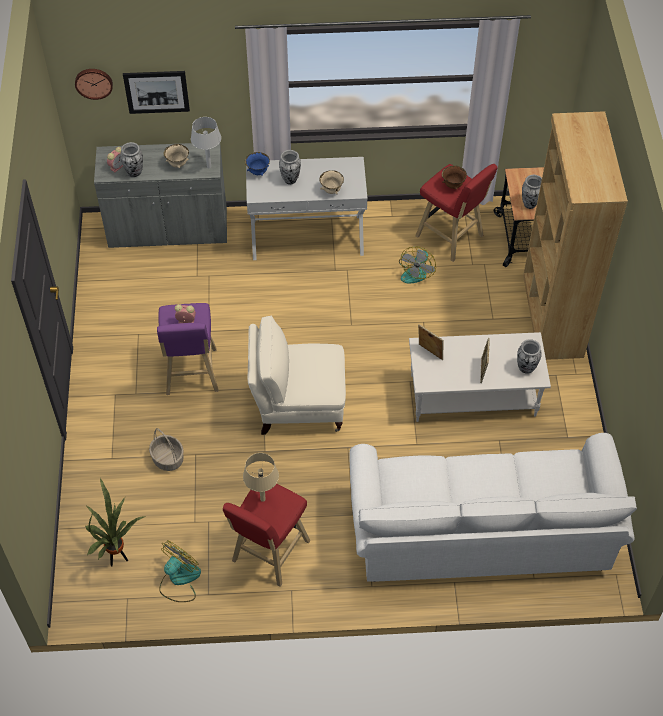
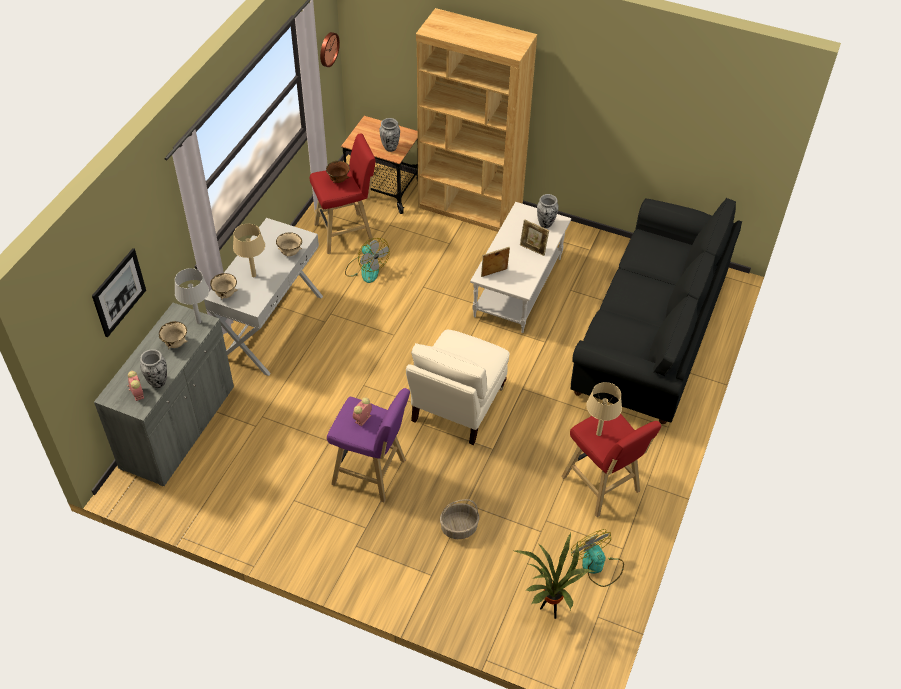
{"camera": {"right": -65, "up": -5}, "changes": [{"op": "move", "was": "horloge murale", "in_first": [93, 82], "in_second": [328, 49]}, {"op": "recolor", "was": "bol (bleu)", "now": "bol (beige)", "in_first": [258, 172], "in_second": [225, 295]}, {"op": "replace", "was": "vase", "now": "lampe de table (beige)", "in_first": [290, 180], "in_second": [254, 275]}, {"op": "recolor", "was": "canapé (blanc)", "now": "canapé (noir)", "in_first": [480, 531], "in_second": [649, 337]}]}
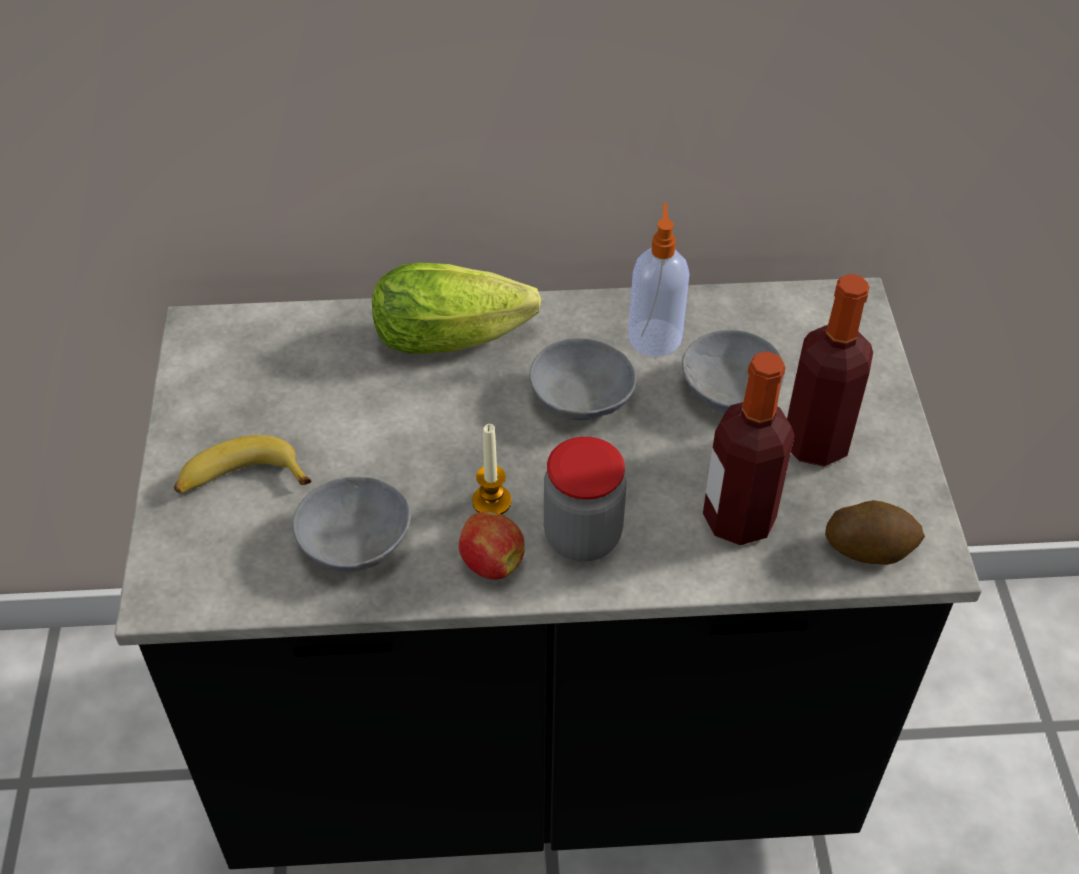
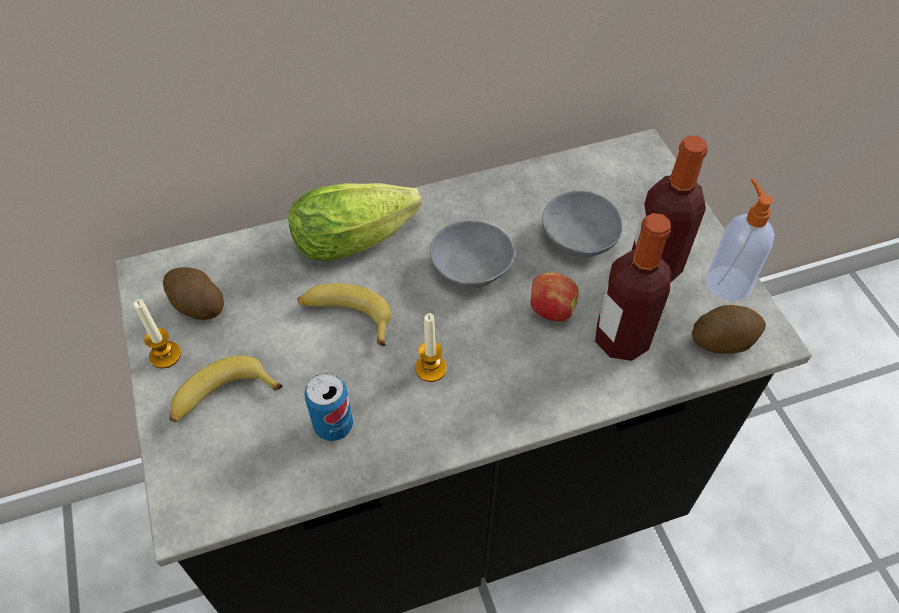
{"camera": {"right": -15, "up": 5}, "changes": [{"op": "replace", "was": "bol (gris)", "now": "boîte métallique", "in_first": [356, 538], "in_second": [333, 425]}, {"op": "move", "was": "pomme", "in_first": [491, 562], "in_second": [550, 309]}, {"op": "delete", "was": "bocal", "in_first": [582, 536]}, {"op": "move", "was": "distributeur de savon", "in_first": [655, 336], "in_second": [727, 282]}, {"op": "insert", "now": "bougie", "in_second": [165, 355]}, {"op": "insert", "now": "pomme de terre", "in_second": [197, 305]}, {"op": "insert", "now": "banane", "in_second": [346, 316]}]}
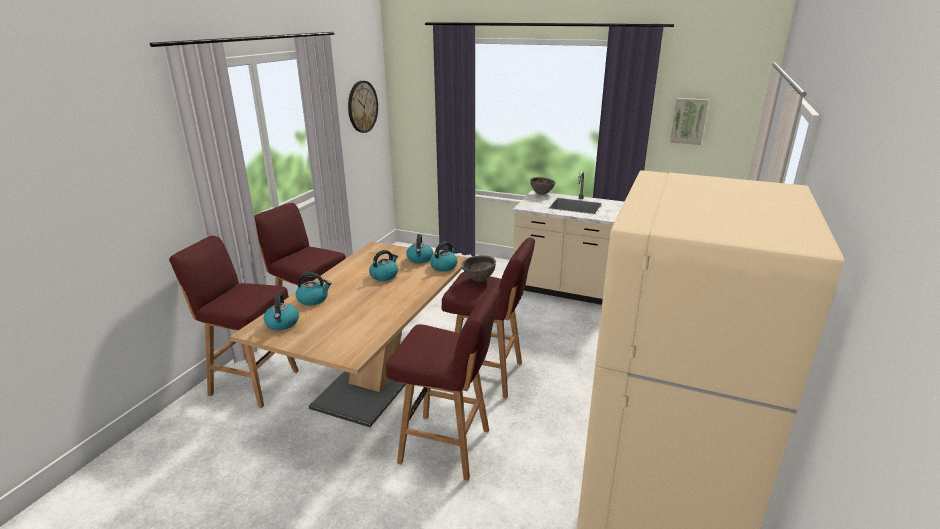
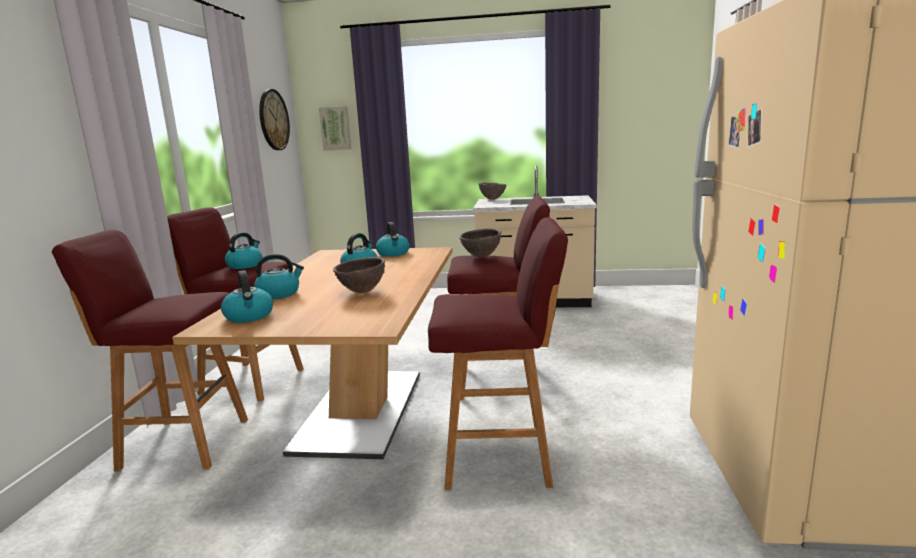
{"camera": {"right": -15, "up": -10}, "changes": [{"op": "move", "was": "bouilloire", "in_first": [444, 266], "in_second": [245, 265]}, {"op": "move", "was": "tableau", "in_first": [689, 121], "in_second": [335, 128]}, {"op": "insert", "now": "bol (marron)", "in_second": [362, 292]}]}
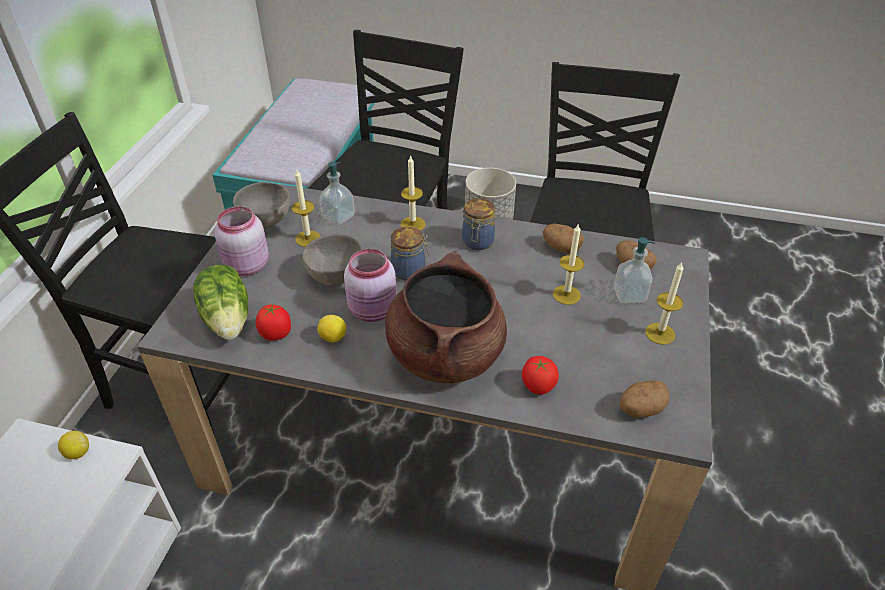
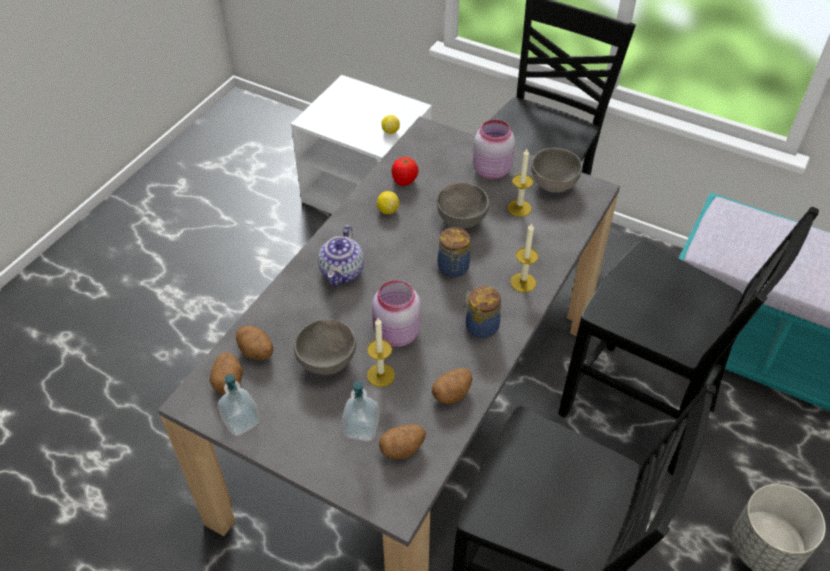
{"camera": {"right": 105, "up": 5}, "changes": [{"op": "delete", "was": "laitue", "in_first": [228, 318]}, {"op": "move", "was": "distributeur de savon", "in_first": [338, 217], "in_second": [241, 421]}, {"op": "move", "was": "bocal (rose)", "in_first": [374, 310], "in_second": [396, 334]}, {"op": "replace", "was": "marmite (marron)", "now": "théière", "in_first": [445, 354], "in_second": [342, 272]}, {"op": "delete", "was": "tomate", "in_first": [537, 386]}, {"op": "delete", "was": "bougie", "in_first": [660, 333]}, {"op": "insert", "now": "pomme de terre", "in_second": [257, 352]}, {"op": "insert", "now": "bol (gris)", "in_second": [328, 361]}]}
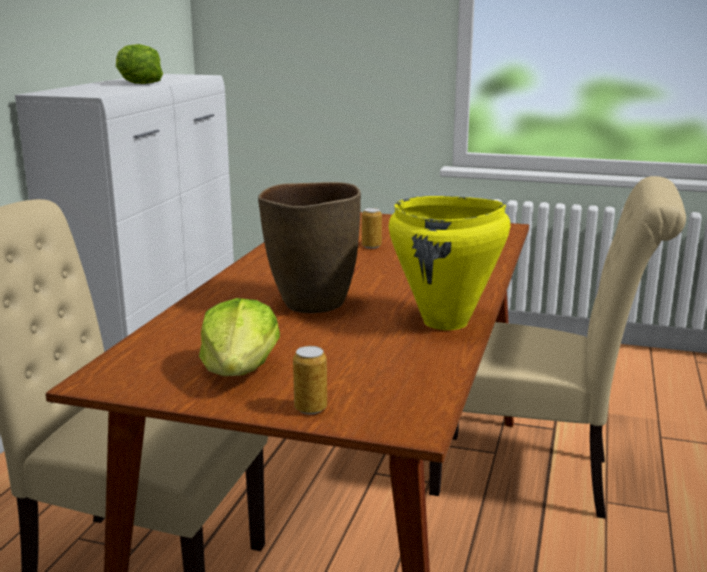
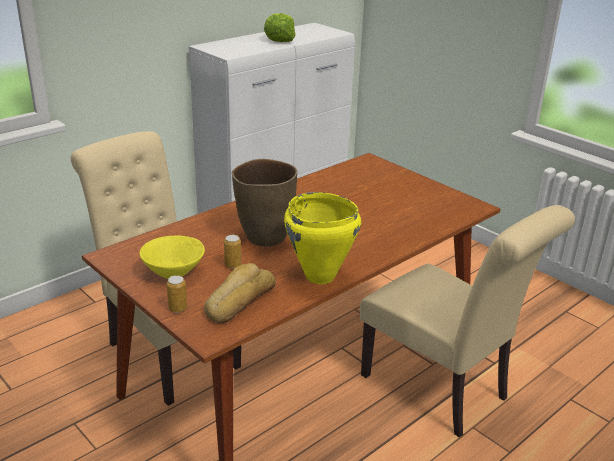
{"camera": {"right": 30, "up": 10}, "changes": [{"op": "replace", "was": "laitue", "now": "bol (jaune)", "in_first": [240, 370], "in_second": [174, 272]}, {"op": "move", "was": "boîte métallique", "in_first": [371, 246], "in_second": [232, 265]}, {"op": "insert", "now": "pain", "in_second": [238, 300]}]}
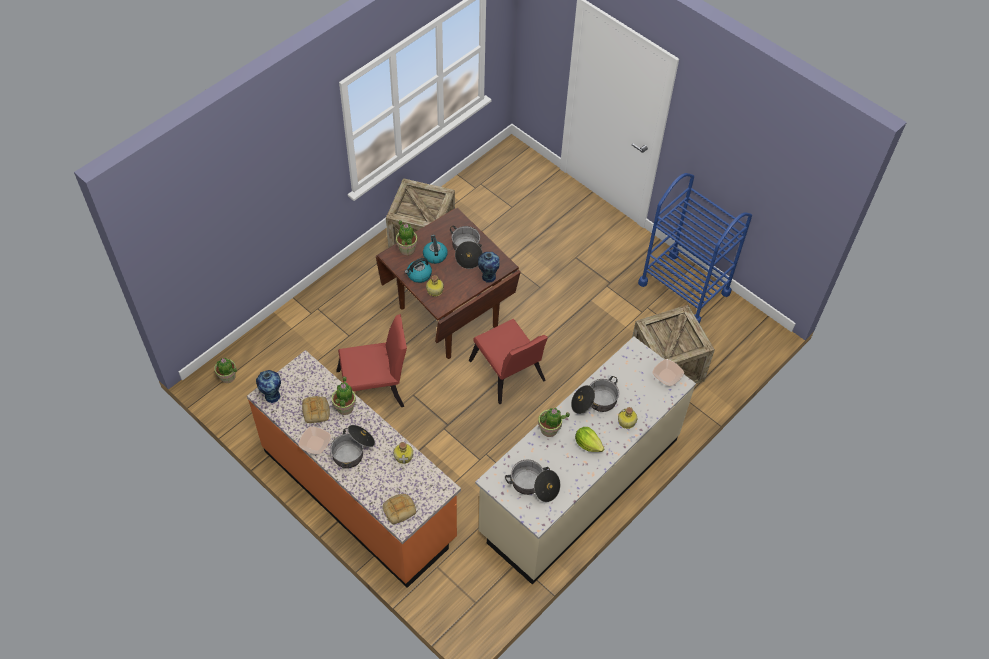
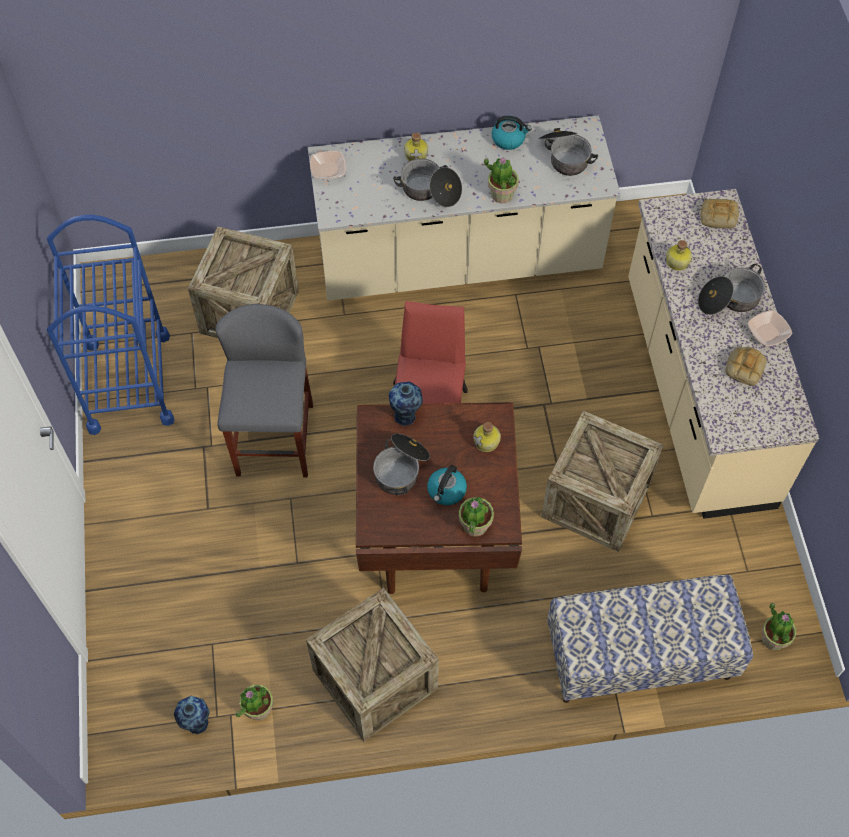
{"camera": {"right": -140, "up": 5}, "changes": [{"op": "recolor", "was": "comptoir de cuisine (orange)", "now": "comptoir de cuisine (beige)", "in_first": [359, 494], "in_second": [695, 392]}, {"op": "move", "was": "vase", "in_first": [272, 395], "in_second": [197, 724]}, {"op": "move", "was": "plante en pot", "in_first": [345, 407], "in_second": [258, 709]}, {"op": "replace", "was": "chaise (rouge)", "now": "caisse", "in_first": [375, 388], "in_second": [596, 500]}, {"op": "move", "was": "bouilloire", "in_first": [419, 275], "in_second": [509, 139]}, {"op": "delete", "was": "laitue", "in_first": [588, 444]}, {"op": "insert", "now": "tabouret (gris)", "in_second": [275, 440]}, {"op": "insert", "now": "banc", "in_second": [639, 656]}]}
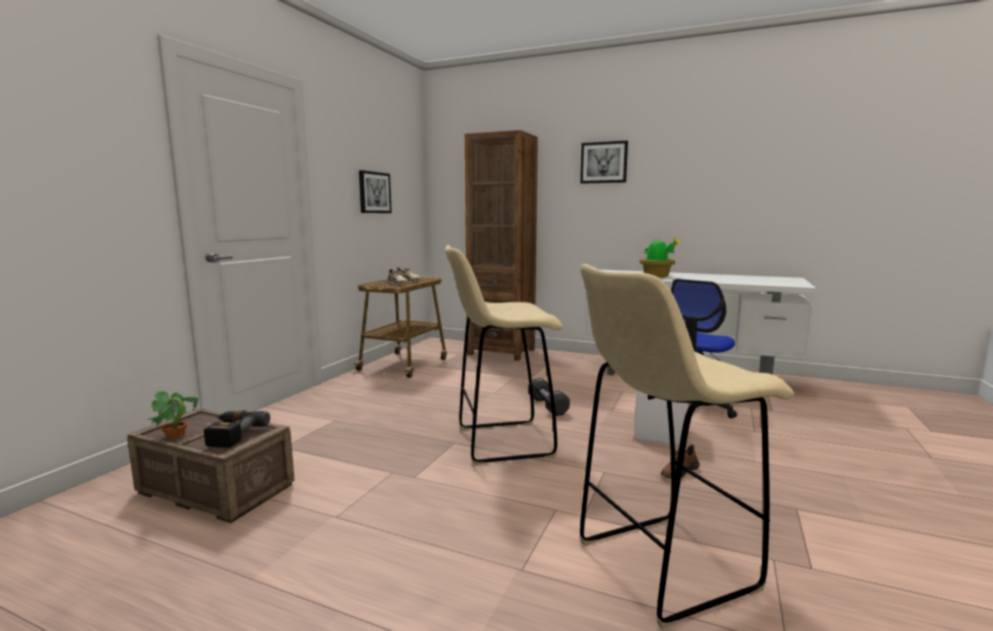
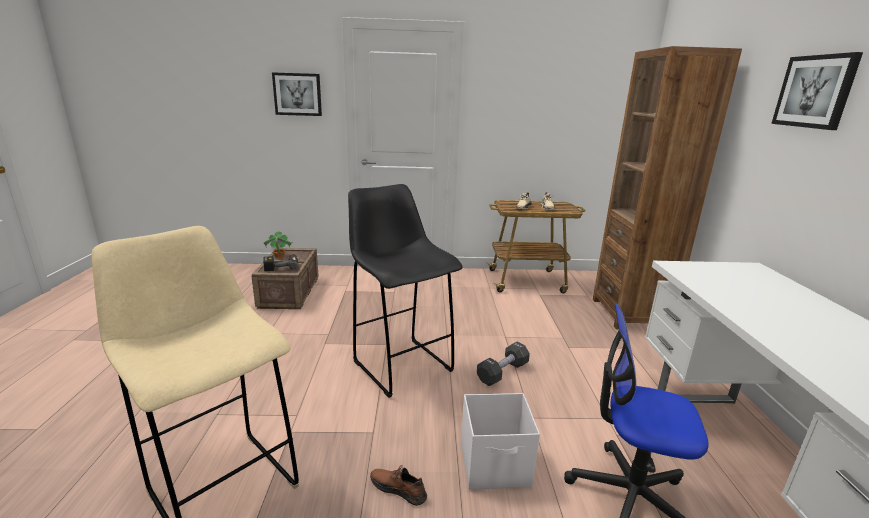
{"camera": {"right": 65, "up": 10}, "changes": [{"op": "move", "was": "tableau", "in_first": [374, 192], "in_second": [297, 94]}, {"op": "recolor", "was": "tabouret (beige)", "now": "tabouret (noir)", "in_first": [501, 442], "in_second": [401, 364]}, {"op": "delete", "was": "plante en pot", "in_first": [657, 276]}]}
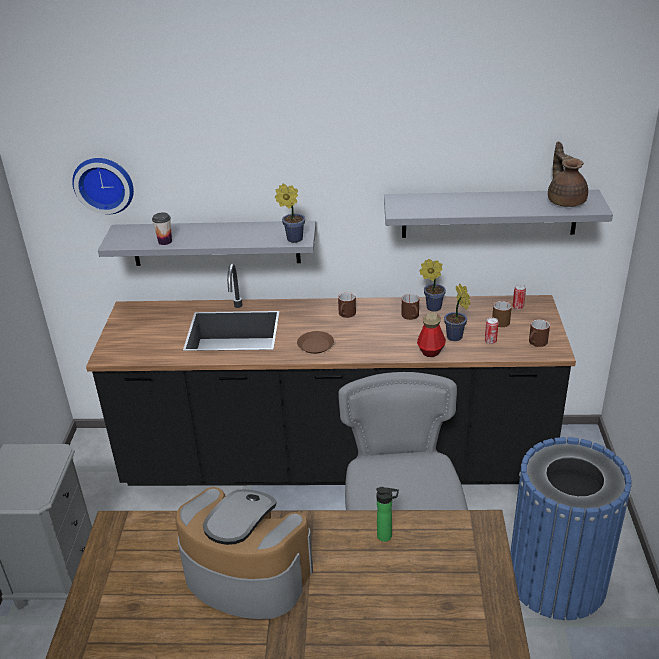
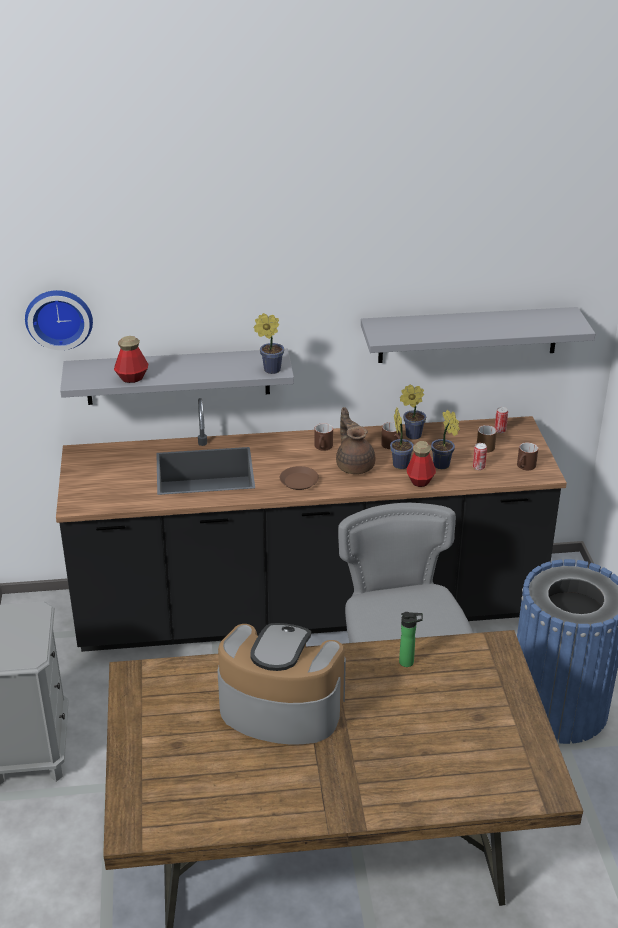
{"camera": {"right": -10, "up": 0}, "changes": [{"op": "replace", "was": "tasse", "now": "bouteille", "in_first": [165, 241], "in_second": [132, 378]}, {"op": "move", "was": "théière (marron)", "in_first": [565, 200], "in_second": [354, 465]}, {"op": "insert", "now": "plante en pot", "in_second": [400, 463]}]}
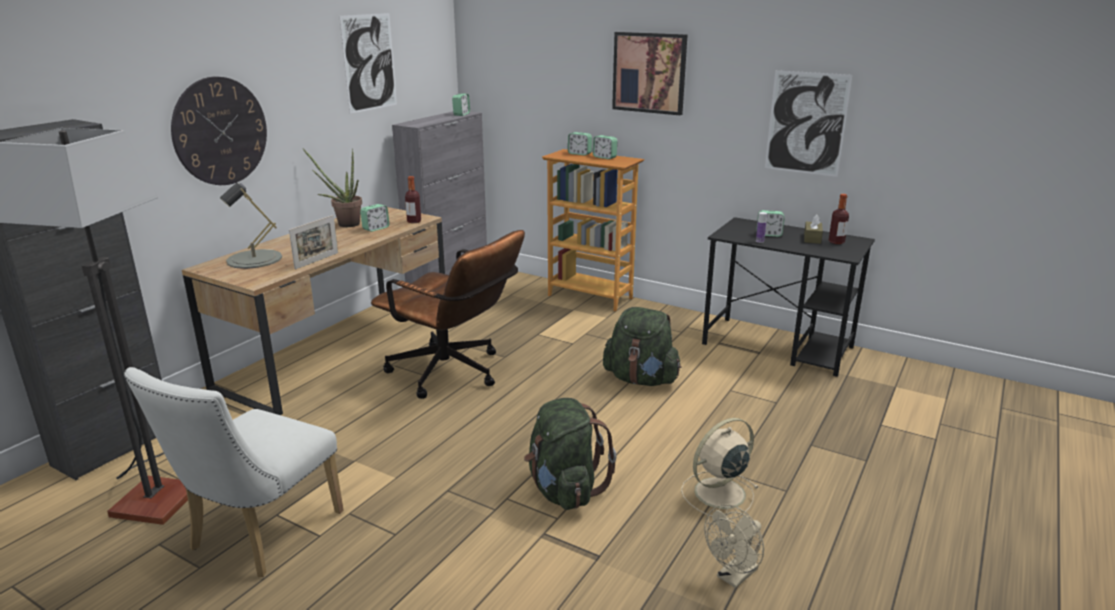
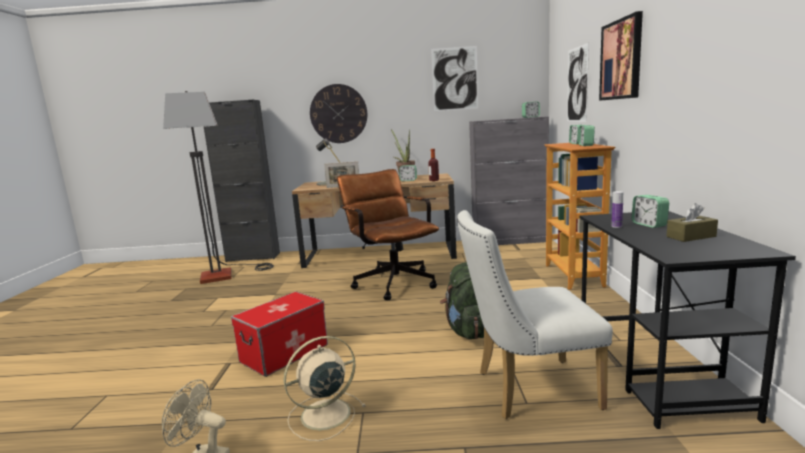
{"camera": {"right": 60, "up": -10}, "changes": [{"op": "move", "was": "chaise (blanc)", "in_first": [259, 536], "in_second": [527, 390]}, {"op": "rotate", "was": "chaise de bureau (marron)", "in_first": [453, 374], "in_second": [392, 281], "clockwise": 150}, {"op": "replace", "was": "sac à dos (vert)", "now": "boîte de rangement", "in_first": [564, 490], "in_second": [284, 353]}, {"op": "rotate", "was": "ventilateur (beige)", "in_first": [718, 494], "in_second": [323, 415], "clockwise": -60}, {"op": "move", "was": "tableau", "in_first": [806, 123], "in_second": [577, 84]}, {"op": "delete", "was": "bouteille", "in_first": [836, 242]}]}
